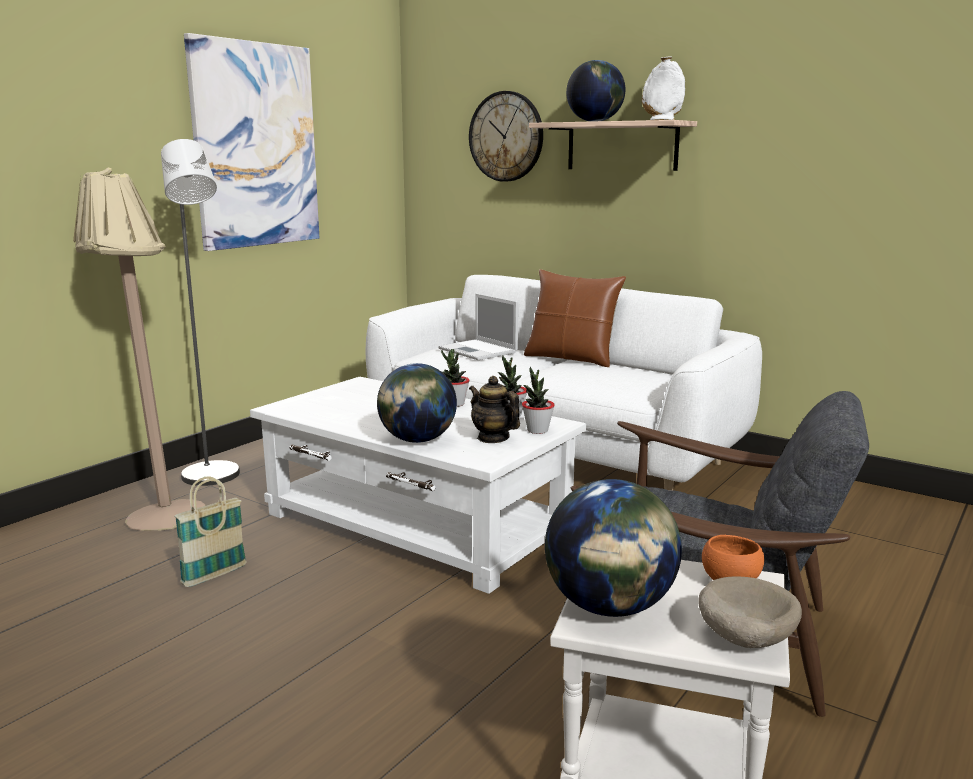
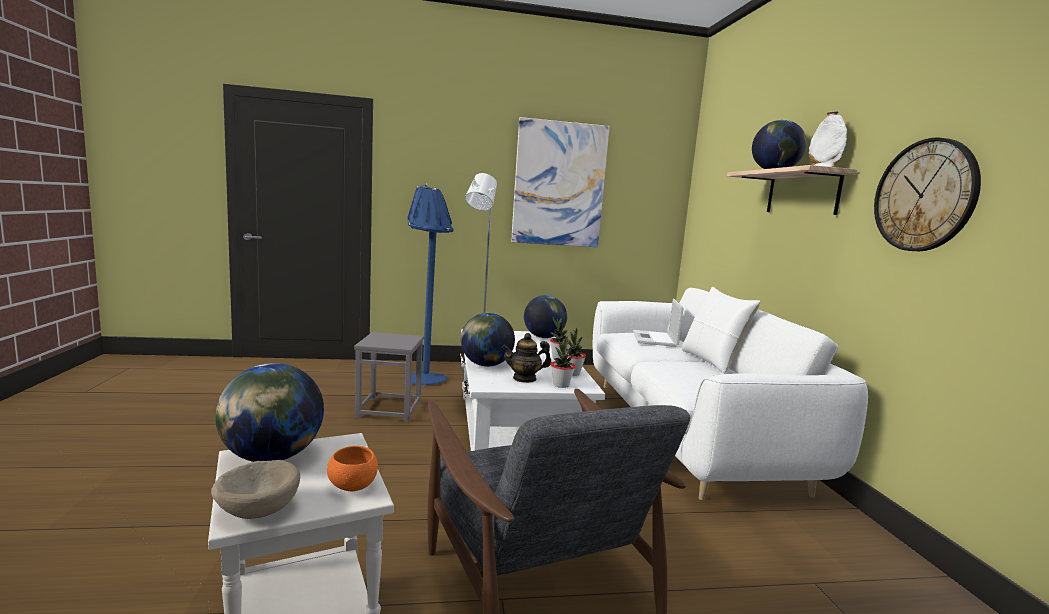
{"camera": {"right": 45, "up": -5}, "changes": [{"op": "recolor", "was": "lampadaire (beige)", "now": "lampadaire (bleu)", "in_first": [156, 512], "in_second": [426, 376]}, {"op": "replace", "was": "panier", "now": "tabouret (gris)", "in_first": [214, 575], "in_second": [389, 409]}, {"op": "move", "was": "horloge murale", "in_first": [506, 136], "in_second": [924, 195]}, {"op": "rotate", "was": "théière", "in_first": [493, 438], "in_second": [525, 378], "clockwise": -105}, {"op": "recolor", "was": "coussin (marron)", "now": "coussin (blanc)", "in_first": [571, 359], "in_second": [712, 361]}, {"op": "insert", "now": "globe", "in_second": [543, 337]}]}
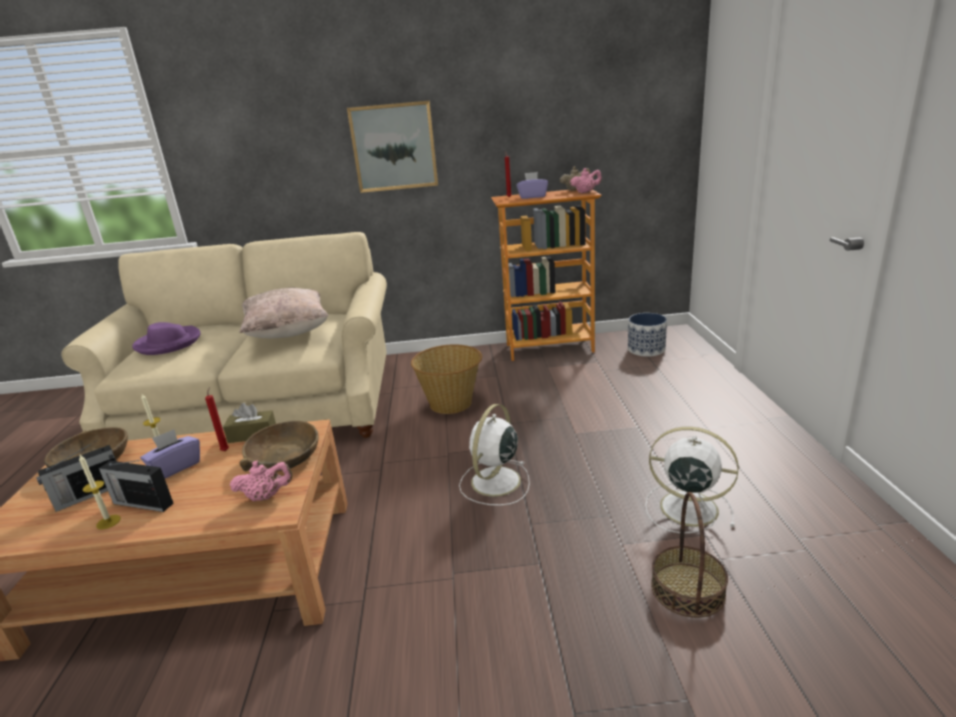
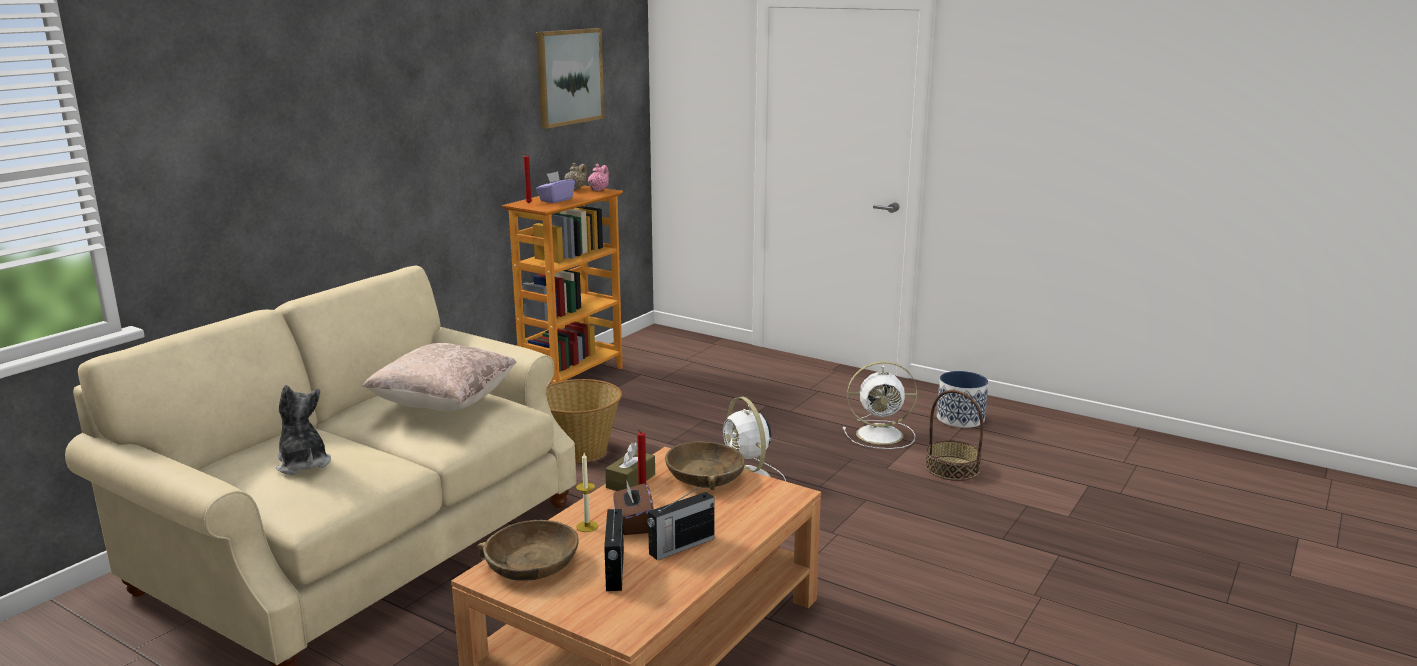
{"camera": {"right": -55, "up": -5}, "changes": [{"op": "delete", "was": "bougie", "in_first": [108, 522]}, {"op": "replace", "was": "chapeau (violet)", "now": "peluche", "in_first": [168, 343], "in_second": [303, 464]}, {"op": "recolor", "was": "boîte à mouchoirs (violet)", "now": "boîte à mouchoirs (marron)", "in_first": [176, 467], "in_second": [633, 523]}, {"op": "delete", "was": "théière (rose)", "in_first": [266, 496]}, {"op": "move", "was": "tableau", "in_first": [394, 147], "in_second": [569, 77]}, {"op": "move", "was": "cache-pot", "in_first": [646, 349], "in_second": [960, 418]}, {"op": "rotate", "was": "ventilateur (blanc)", "in_first": [686, 507], "in_second": [882, 435], "clockwise": -150}]}
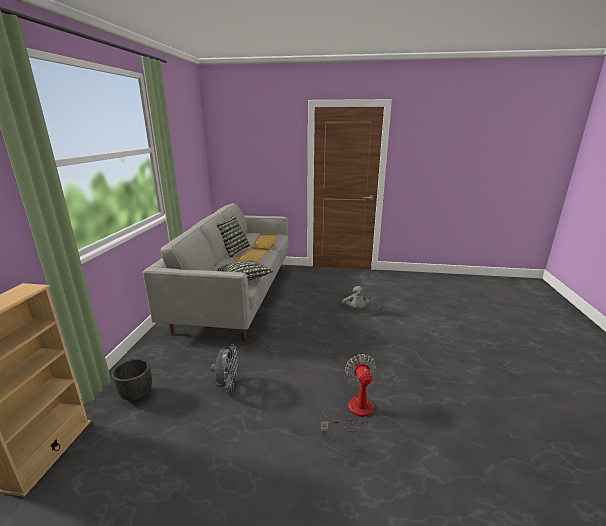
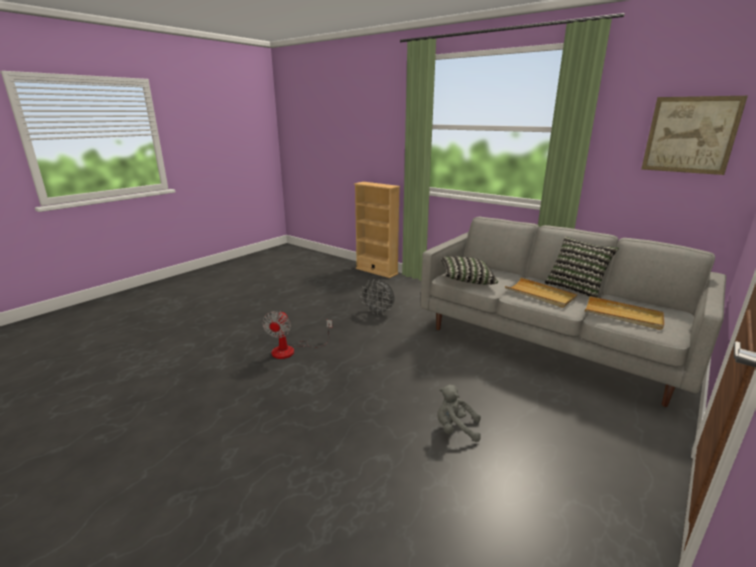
{"camera": {"right": 120, "up": 0}, "changes": [{"op": "delete", "was": "cache-pot (noir)", "in_first": [137, 395]}, {"op": "rotate", "was": "ventilateur", "in_first": [354, 412], "in_second": [291, 350], "clockwise": 75}, {"op": "insert", "now": "tableau", "in_second": [690, 135]}]}
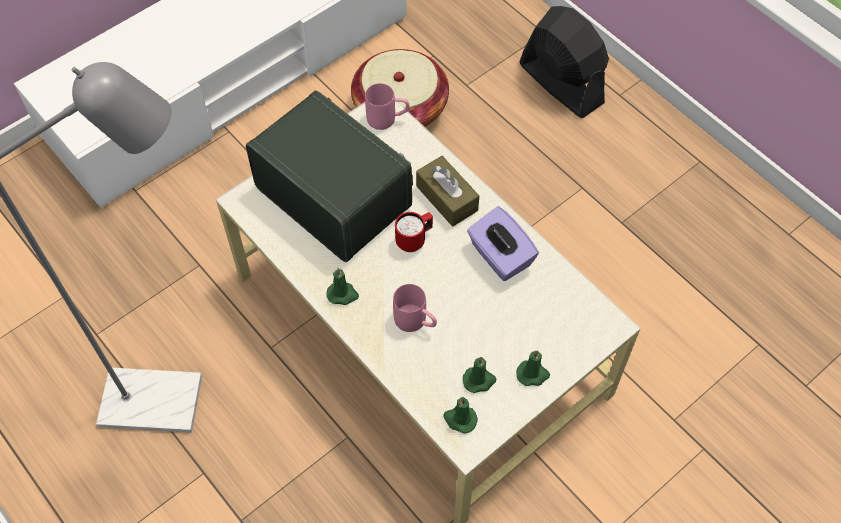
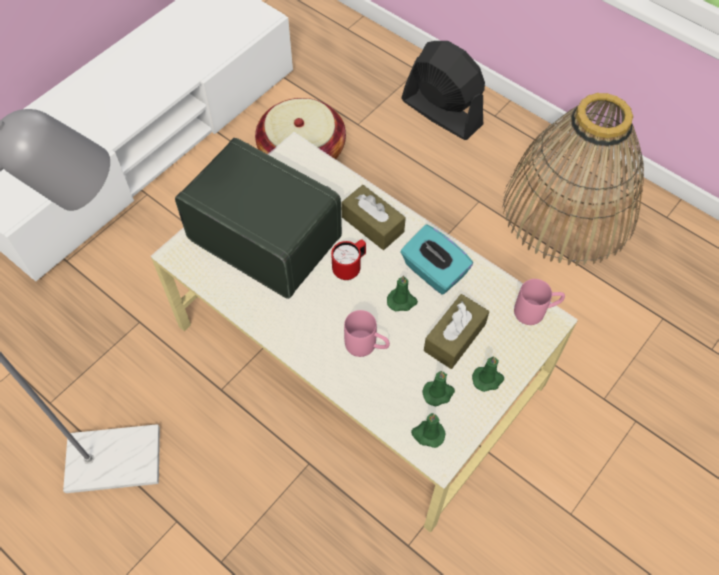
{"camera": {"right": -10, "up": 0}, "changes": [{"op": "move", "was": "bougie (vert)", "in_first": [343, 294], "in_second": [402, 301]}, {"op": "move", "was": "mug (rose)", "in_first": [388, 119], "in_second": [536, 311]}, {"op": "recolor", "was": "boîte à mouchoirs (violet)", "now": "boîte à mouchoirs (turquoise)", "in_first": [500, 256], "in_second": [433, 272]}, {"op": "insert", "now": "boîte à mouchoirs (marron)", "in_second": [454, 337]}, {"op": "insert", "now": "panier", "in_second": [568, 210]}]}
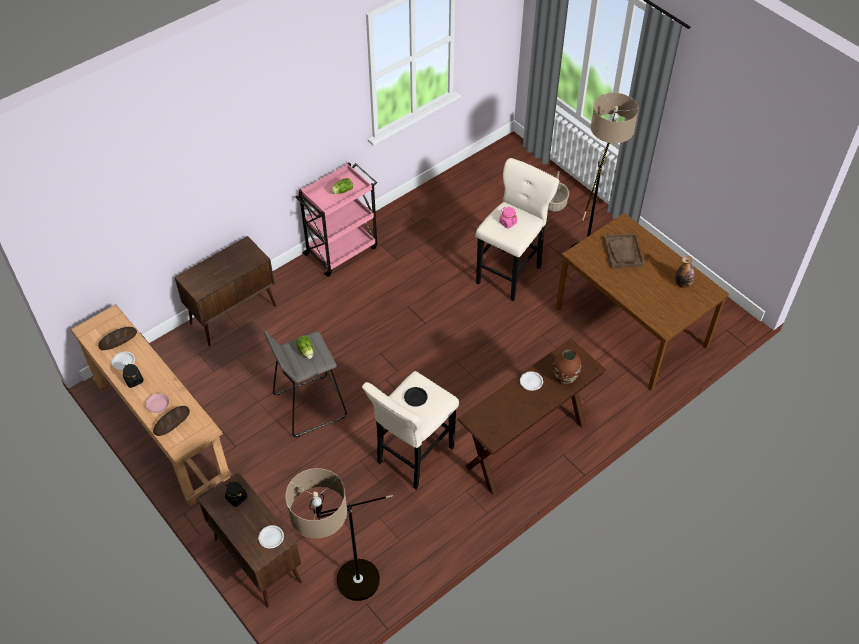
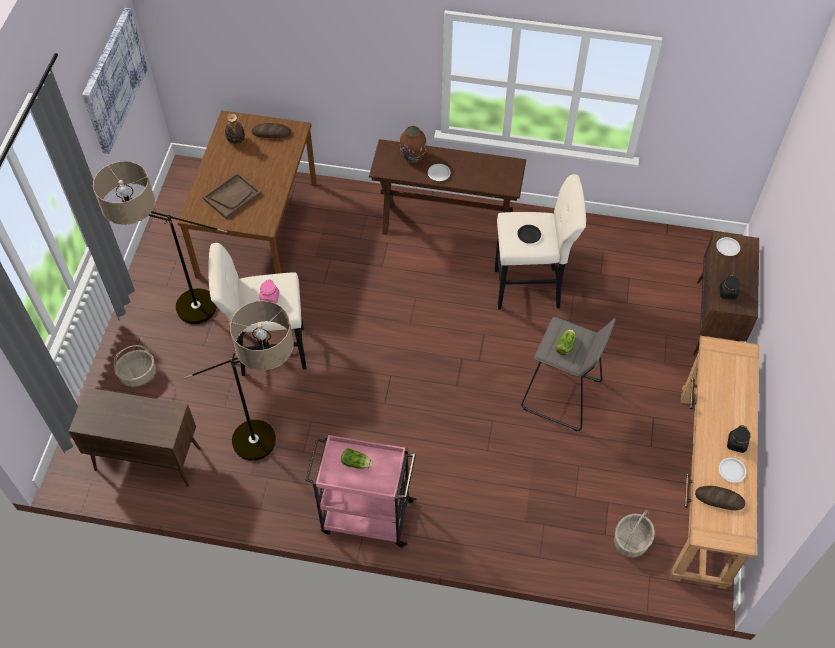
{"camera": {"right": -130, "up": 5}, "changes": [{"op": "delete", "was": "assiette (rose)", "in_first": [158, 404]}, {"op": "move", "was": "pain", "in_first": [172, 422], "in_second": [271, 133]}, {"op": "move", "was": "meuble de rangement (marron)", "in_first": [234, 314], "in_second": [147, 459]}, {"op": "move", "was": "lampadaire", "in_first": [344, 591], "in_second": [271, 443]}, {"op": "insert", "now": "tableau", "in_second": [112, 80]}, {"op": "insert", "now": "panier", "in_second": [631, 541]}]}
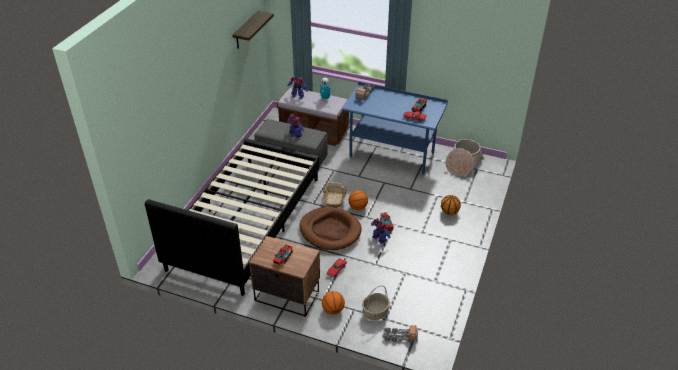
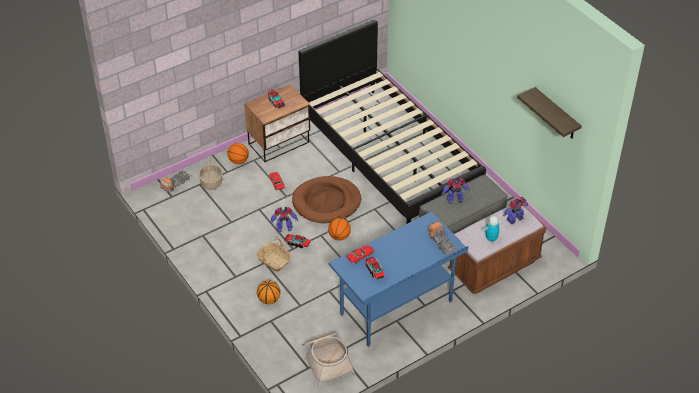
{"camera": {"right": 125, "up": 5}, "changes": [{"op": "move", "was": "panier", "in_first": [334, 199], "in_second": [273, 261]}]}
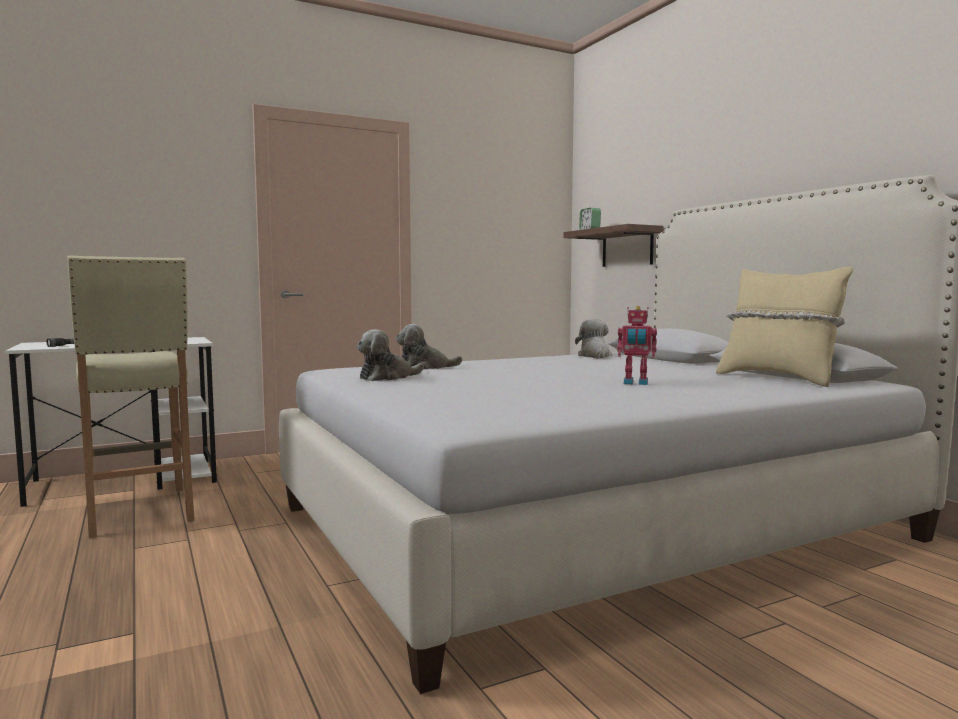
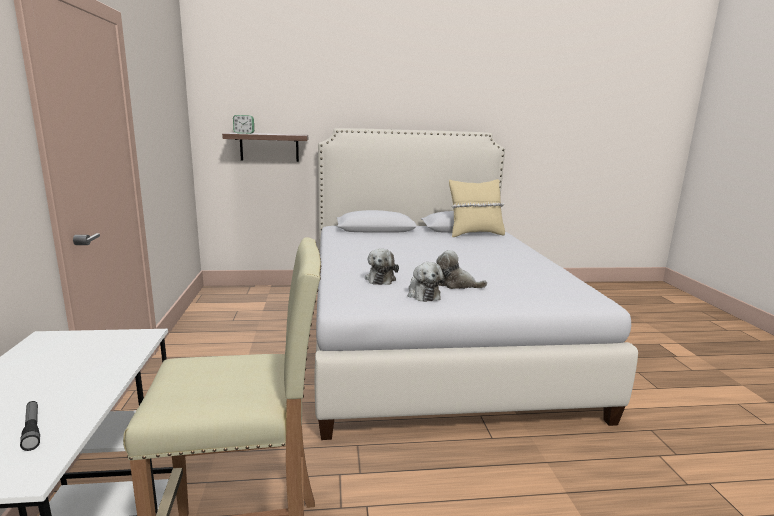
{"camera": {"right": -70, "up": 10}, "changes": [{"op": "move", "was": "peluche", "in_first": [595, 356], "in_second": [456, 284]}, {"op": "delete", "was": "robot jouet", "in_first": [635, 383]}]}
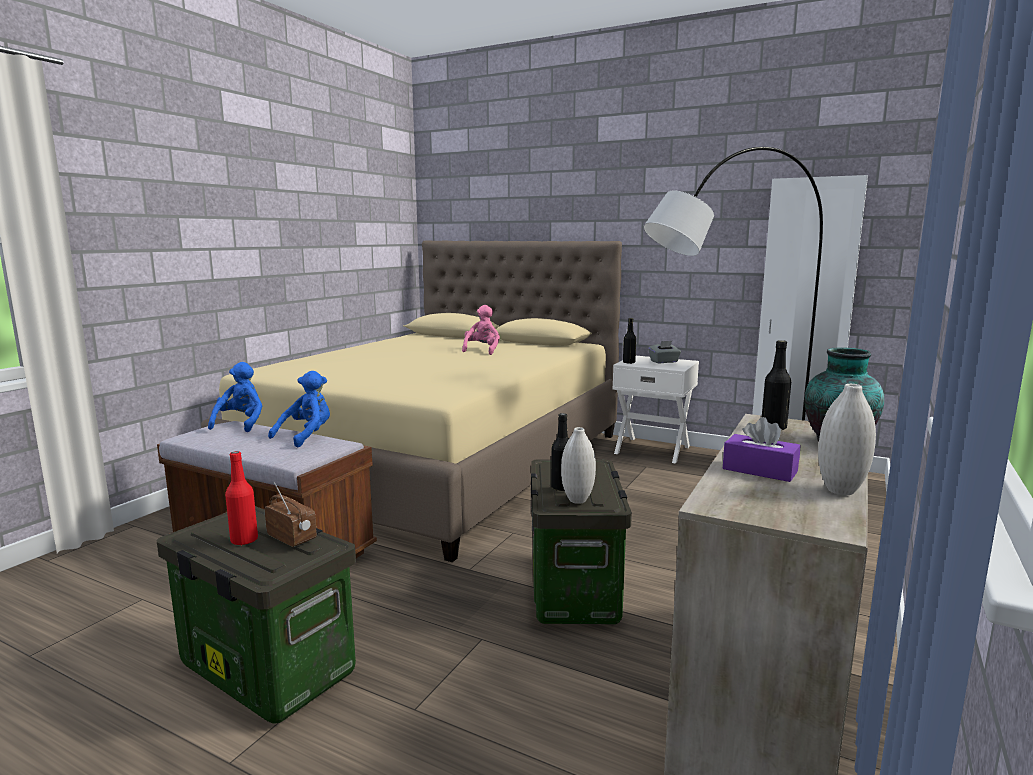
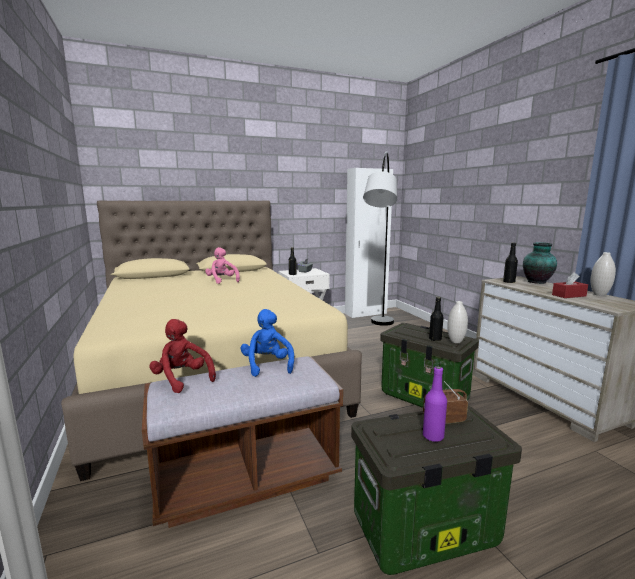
{"camera": {"right": -50, "up": 0}, "changes": [{"op": "recolor", "was": "peluche (bleu)", "now": "peluche (rouge)", "in_first": [241, 424], "in_second": [182, 379]}, {"op": "recolor", "was": "bouteille (rouge)", "now": "bouteille (violet)", "in_first": [244, 540], "in_second": [433, 436]}, {"op": "recolor", "was": "boîte à mouchoirs (violet)", "now": "boîte à mouchoirs (rouge)", "in_first": [759, 470], "in_second": [569, 295]}]}
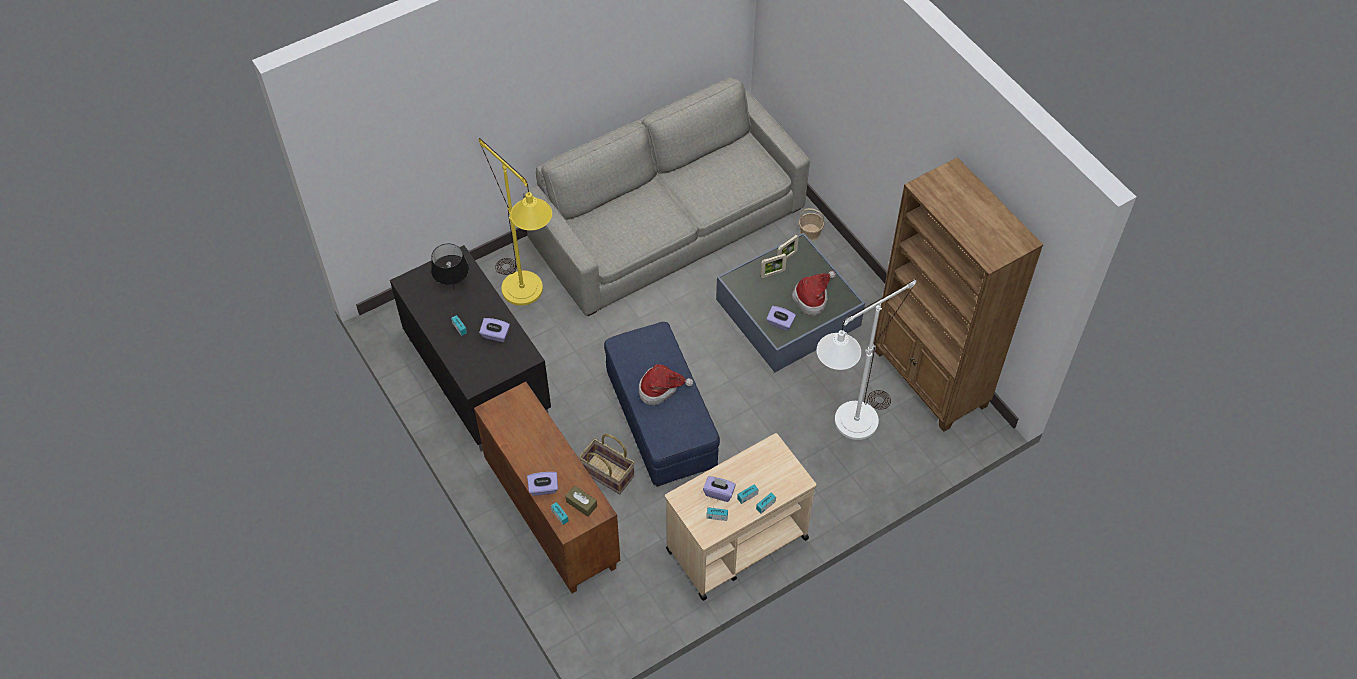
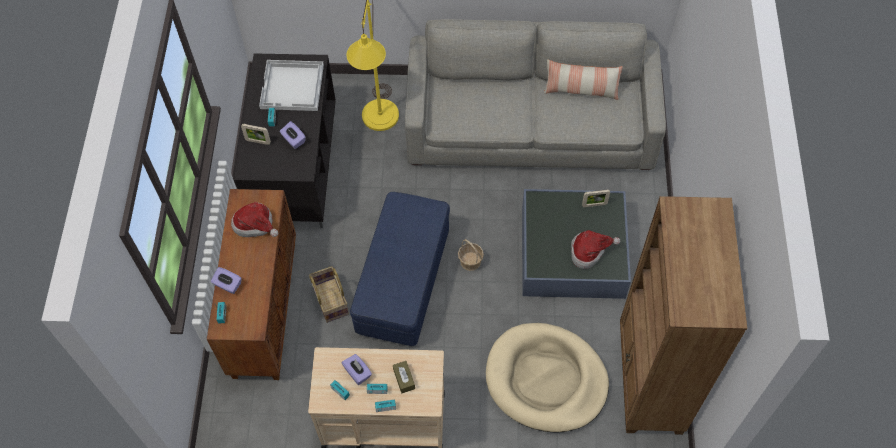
{"camera": {"right": 35, "up": 5}, "changes": [{"op": "replace", "was": "lampe de table (noir)", "now": "plateau (blanc)", "in_first": [454, 290], "in_second": [292, 87]}, {"op": "move", "was": "boîte à mouchoirs (marron)", "in_first": [581, 504], "in_second": [404, 379]}, {"op": "move", "was": "chapeau", "in_first": [660, 389], "in_second": [256, 225]}, {"op": "move", "was": "cadre photo", "in_first": [772, 273], "in_second": [258, 141]}, {"op": "delete", "was": "boîte à mouchoirs (violet)", "in_first": [780, 323]}, {"op": "move", "was": "panier", "in_first": [810, 233], "in_second": [470, 261]}, {"op": "replace", "was": "lampadaire (blanc)", "now": "panier pour chien (beige)", "in_first": [847, 428], "in_second": [546, 379]}, {"op": "insert", "now": "coussin", "in_second": [581, 90]}]}
